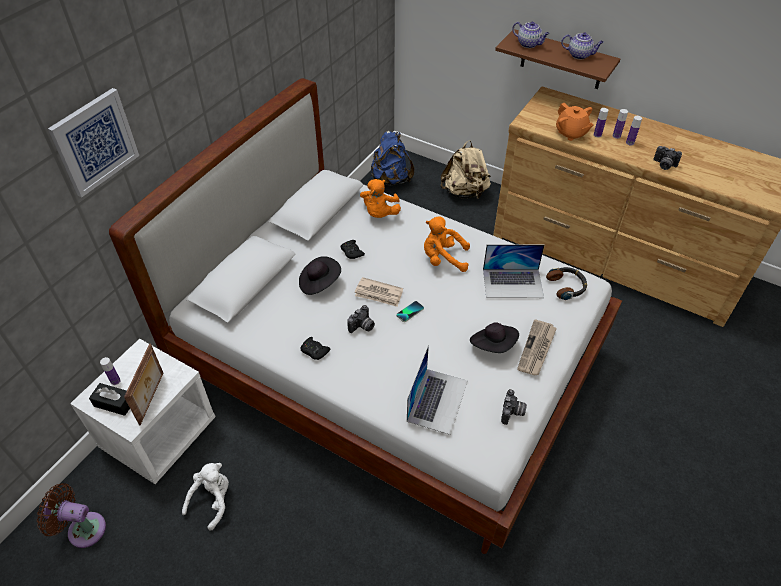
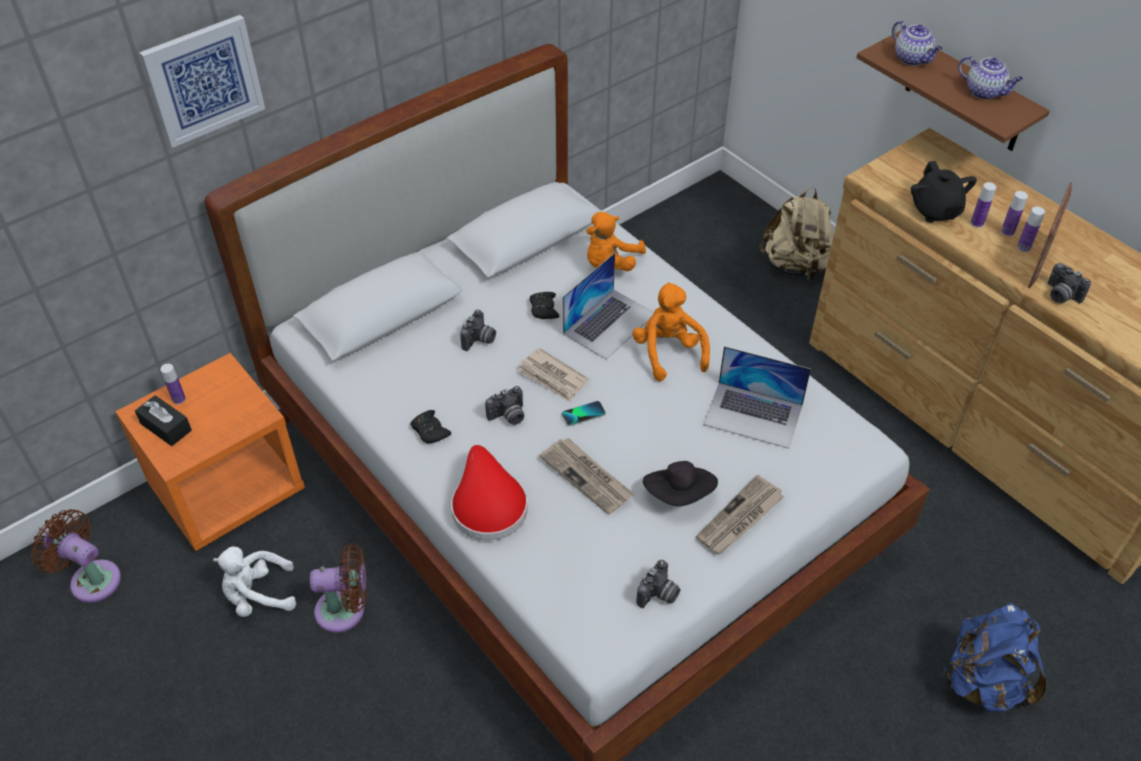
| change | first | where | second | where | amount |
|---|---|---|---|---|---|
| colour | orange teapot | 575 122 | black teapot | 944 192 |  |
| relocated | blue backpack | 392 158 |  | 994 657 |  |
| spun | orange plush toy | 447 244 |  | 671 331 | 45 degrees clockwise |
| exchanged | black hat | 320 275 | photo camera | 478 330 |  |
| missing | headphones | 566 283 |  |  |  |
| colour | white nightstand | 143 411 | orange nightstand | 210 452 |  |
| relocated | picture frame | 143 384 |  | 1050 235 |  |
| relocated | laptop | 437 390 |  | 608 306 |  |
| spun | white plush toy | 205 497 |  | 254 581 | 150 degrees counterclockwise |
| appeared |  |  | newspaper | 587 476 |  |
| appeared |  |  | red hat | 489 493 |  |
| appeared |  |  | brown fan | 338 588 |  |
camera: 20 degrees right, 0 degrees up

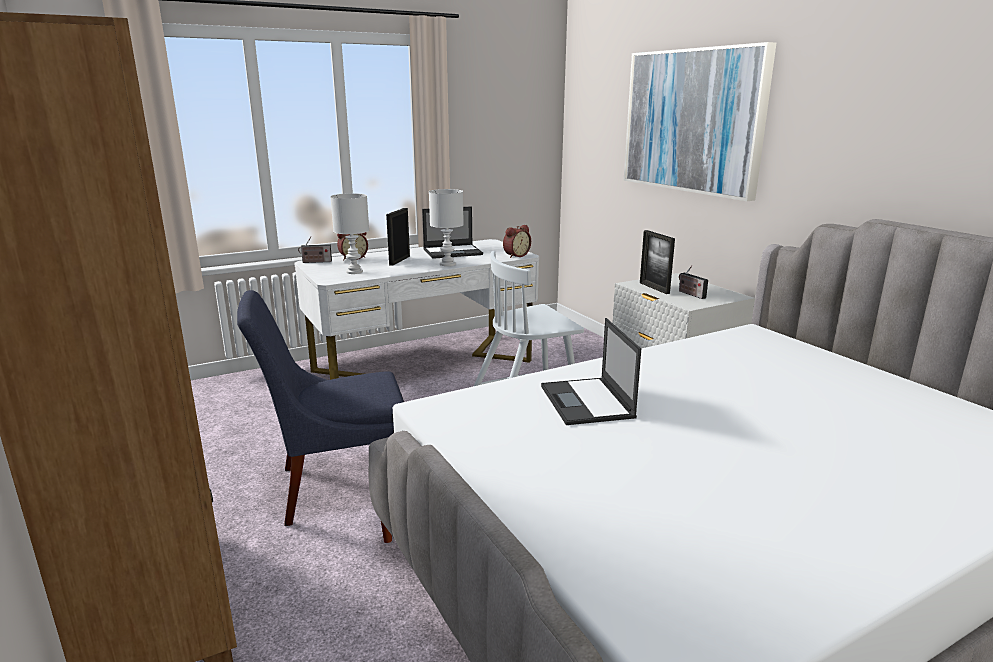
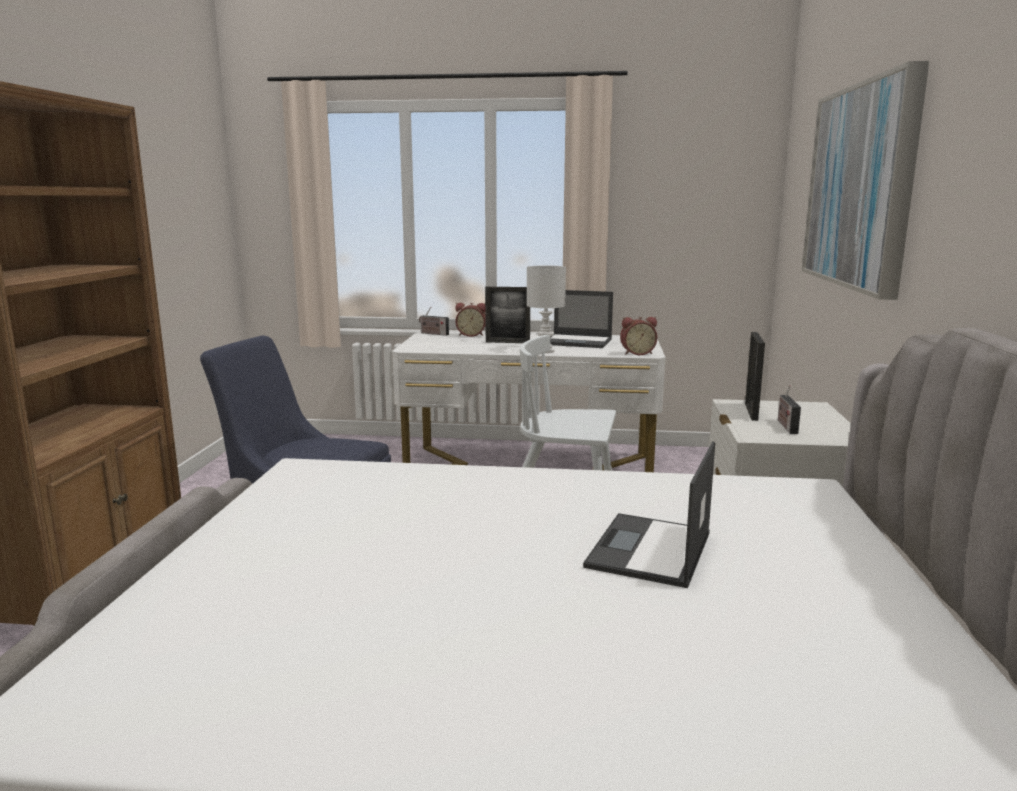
| change | first | where | second | where | amount |
|---|---|---|---|---|---|
| missing | white table lamp | 349 233 |  |  |  |
| spun | picture frame | 398 237 |  | 507 315 | 135 degrees counterclockwise |
| relocated | laptop | 591 371 |  | 649 514 |  |
camera: 35 degrees right, 5 degrees down

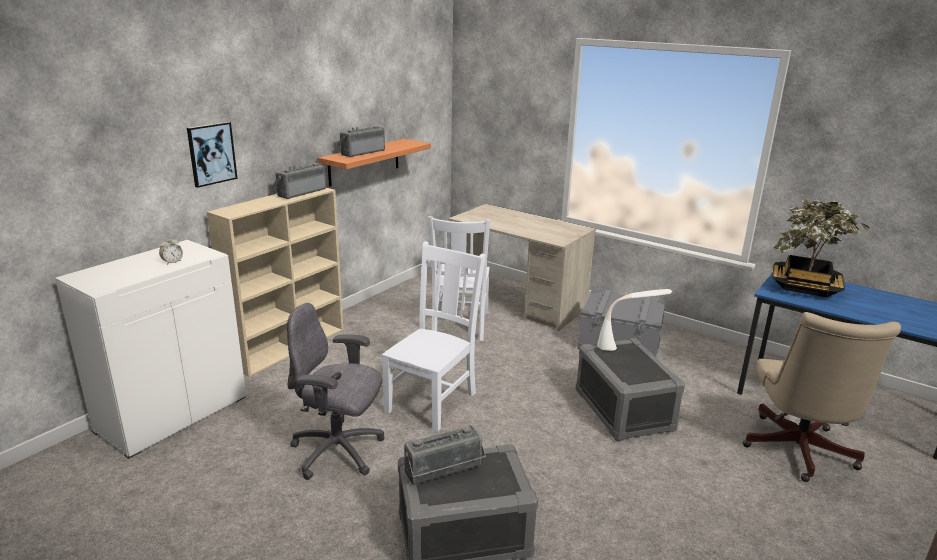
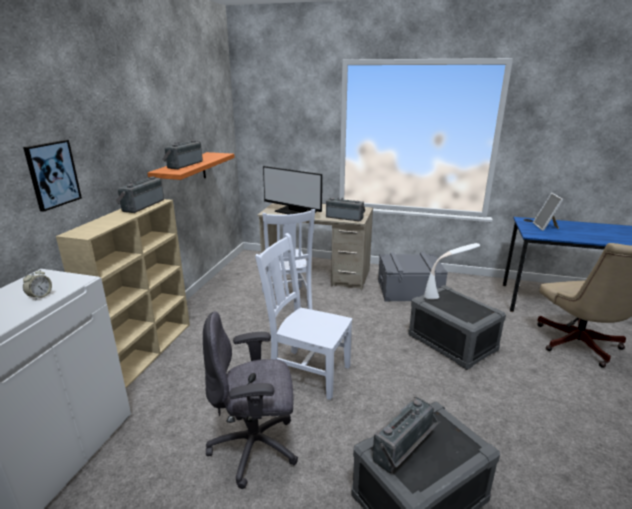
| change | first | where | second | where | amount |
|---|---|---|---|---|---|
| exchanged | potted plant | 820 248 | picture frame | 548 212 |  |
| spun | white chair | 434 336 |  | 304 316 | 75 degrees counterclockwise |
| appeared |  |  | monitor | 292 190 |  |
| appeared |  |  | radio | 345 209 |  |
camera: 20 degrees left, 0 degrees up

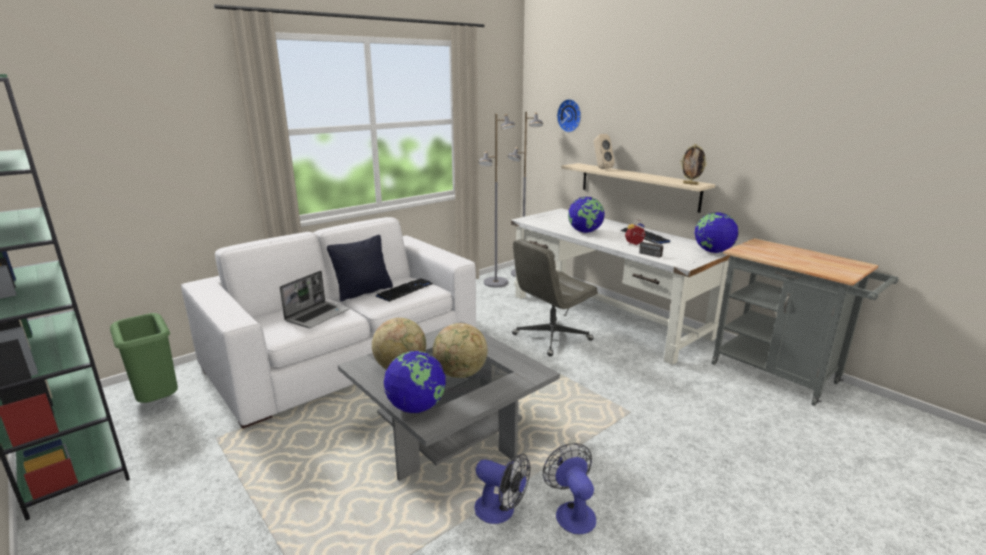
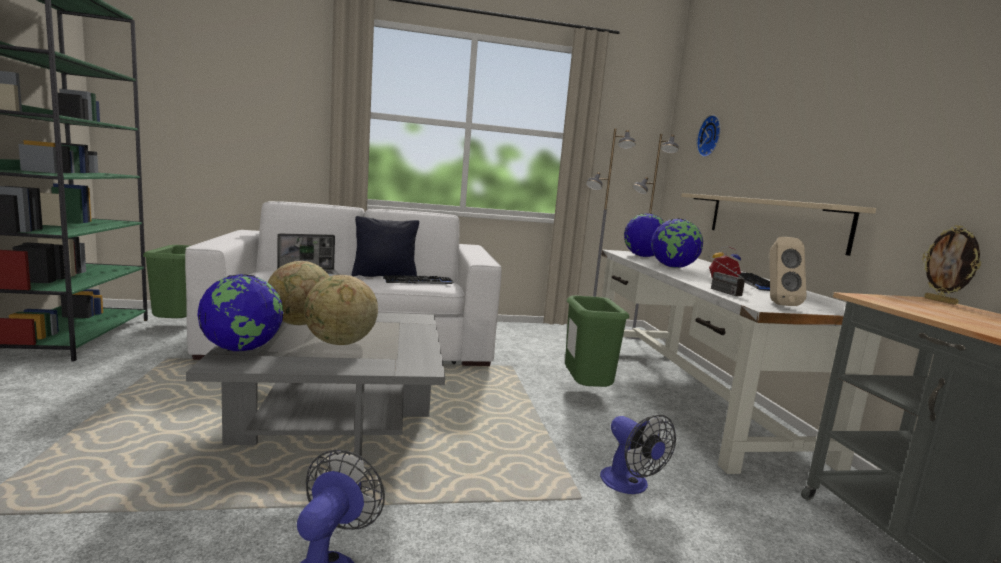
| change | first | where | second | where | amount |
|---|---|---|---|---|---|
| relocated | beige speaker | 604 151 |  | 788 271 |  |
| relocated | picture frame | 693 164 |  | 951 265 |  |
| relocated | globe | 716 232 |  | 644 235 |  |
| exchanged | grey office chair | 555 297 | green trash can | 597 341 |  |
| relocated | fan | 502 488 |  | 638 454 |  |
camera: 30 degrees right, 10 degrees down

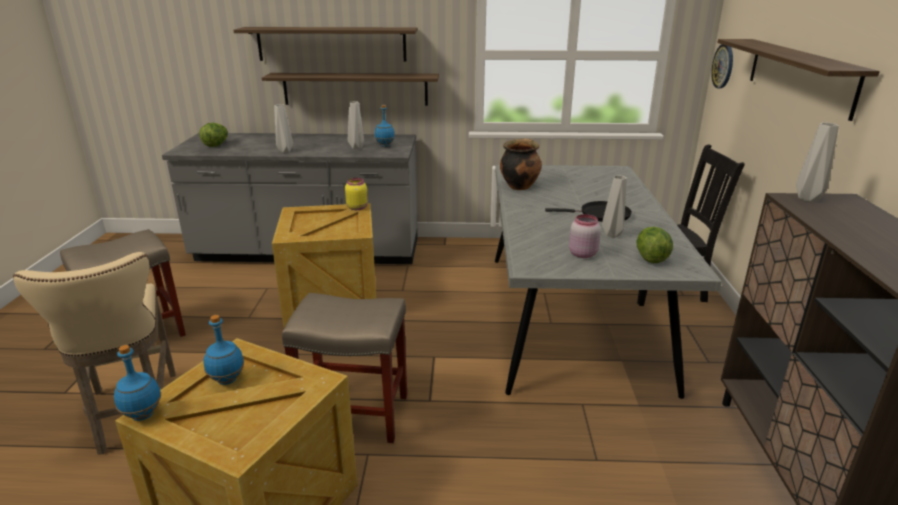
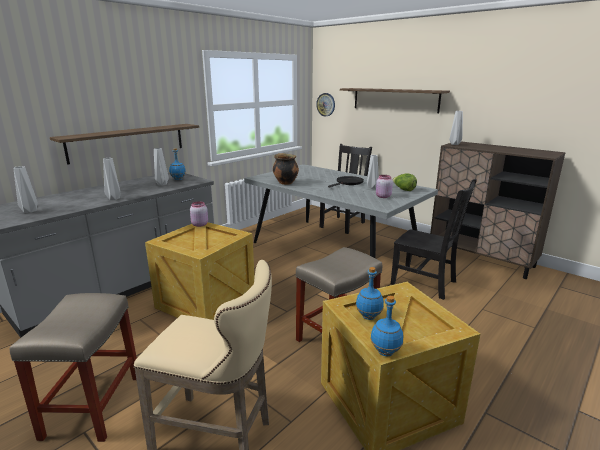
| change | first | where | second | where | amount |
|---|---|---|---|---|---|
| missing | shelf | 326 44 |  |  |  |
| exchanged | lettuce | 213 135 | grey vase | 26 189 |  |
| colour | yellow jar | 356 194 | pink jar | 199 214 |  |
| appeared |  |  | black chair | 434 239 |  |
camera: 50 degrees left, 5 degrees down

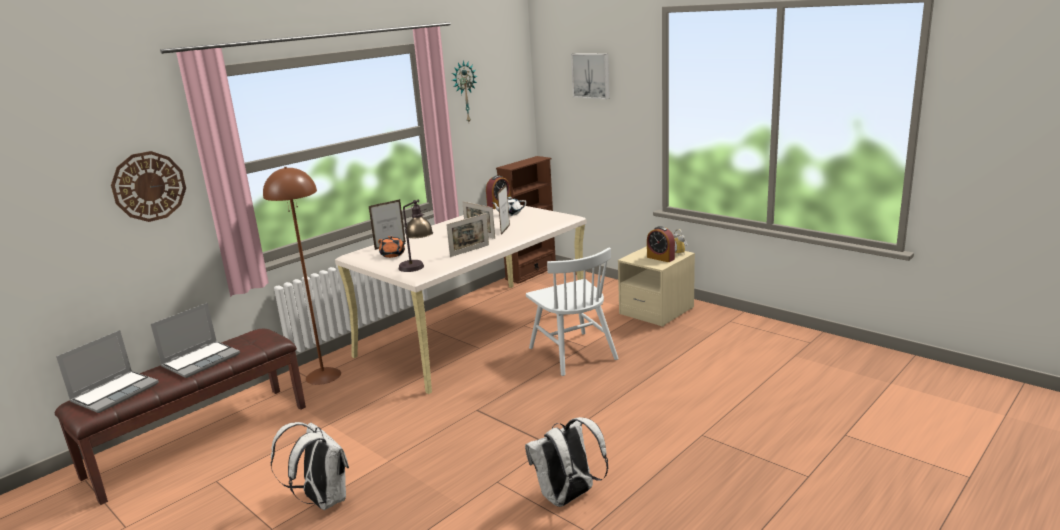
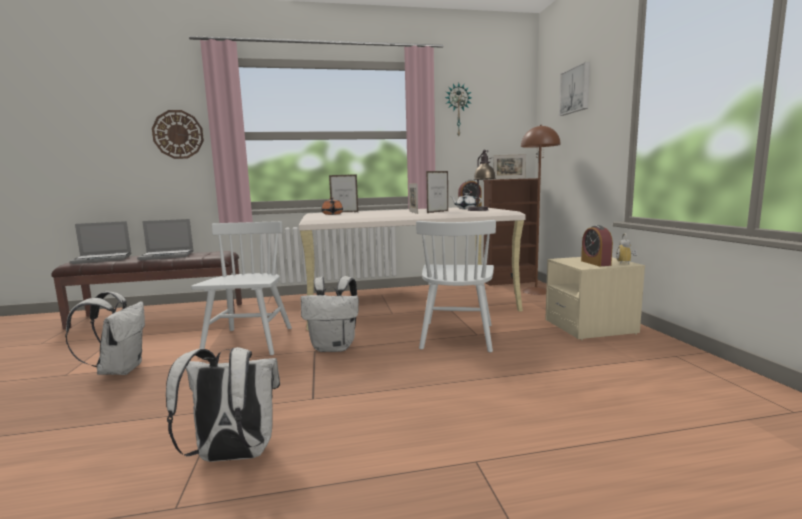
| change | first | where | second | where | amount |
|---|---|---|---|---|---|
| relocated | brown floor lamp | 302 276 |  | 540 210 |  |
| relocated | table lamp | 416 236 |  | 482 180 |  |
| relocated | picture frame | 467 235 |  | 509 166 |  |
| appeared |  |  | white chair | 241 288 |  |
| appeared |  |  | white backpack | 330 314 |  |
camera: 35 degrees right, 10 degrees down

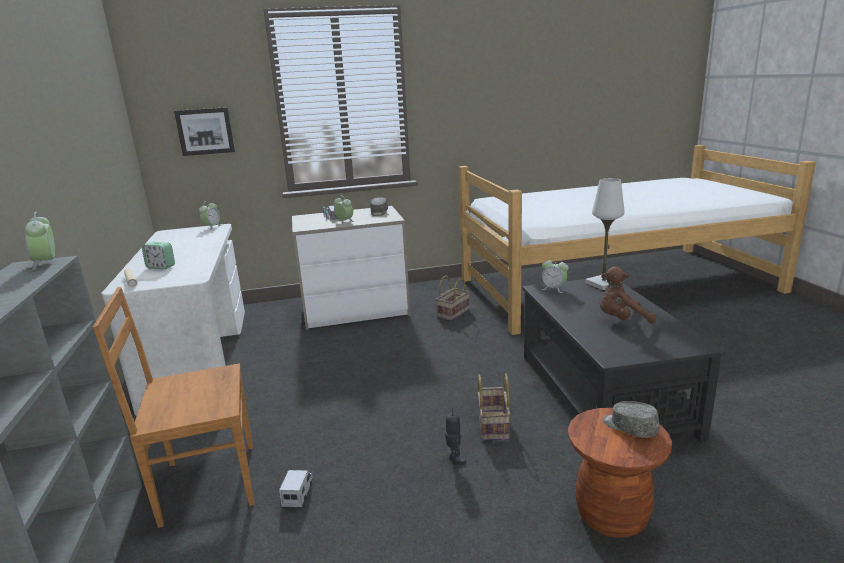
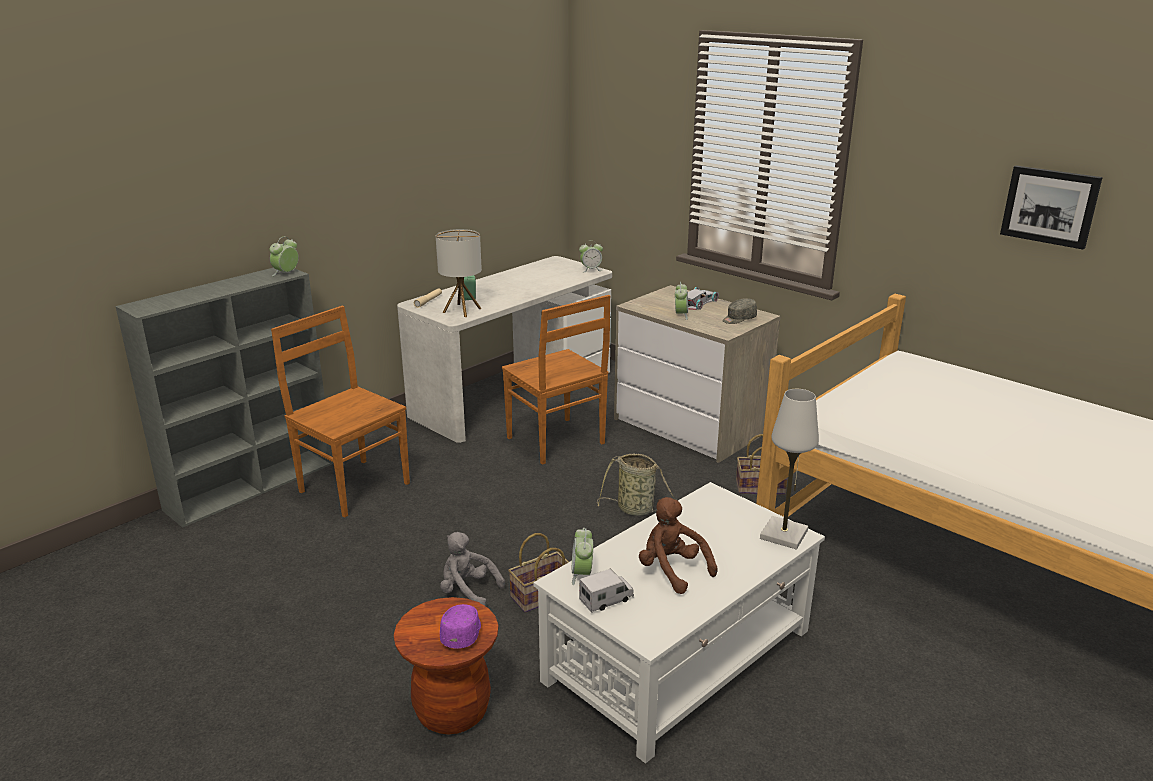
| change | first | where | second | where | amount |
|---|---|---|---|---|---|
| relocated | picture | 204 131 |  | 1051 208 |  |
| relocated | alarm clock | 555 275 |  | 582 556 |  |
| colour | black coffee table | 624 360 | white coffee table | 679 623 |  |
| colour | grey cap | 630 419 | purple cap | 460 626 |  |
| exchanged | toy robot | 455 436 | grey plush toy | 472 569 |  |
| relocated | toy truck | 296 488 |  | 606 591 |  |
| appeared |  |  | table lamp | 459 273 |  |
| appeared |  |  | brown chair | 556 380 |  |
| appeared |  |  | basket | 636 485 |  |
camera: 55 degrees right, 5 degrees up

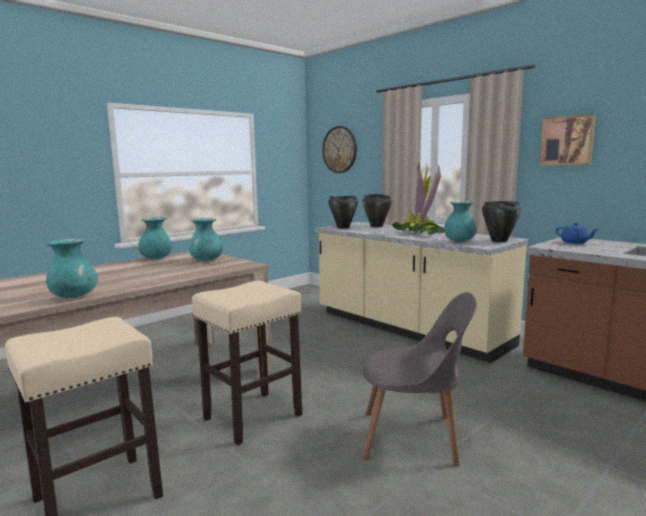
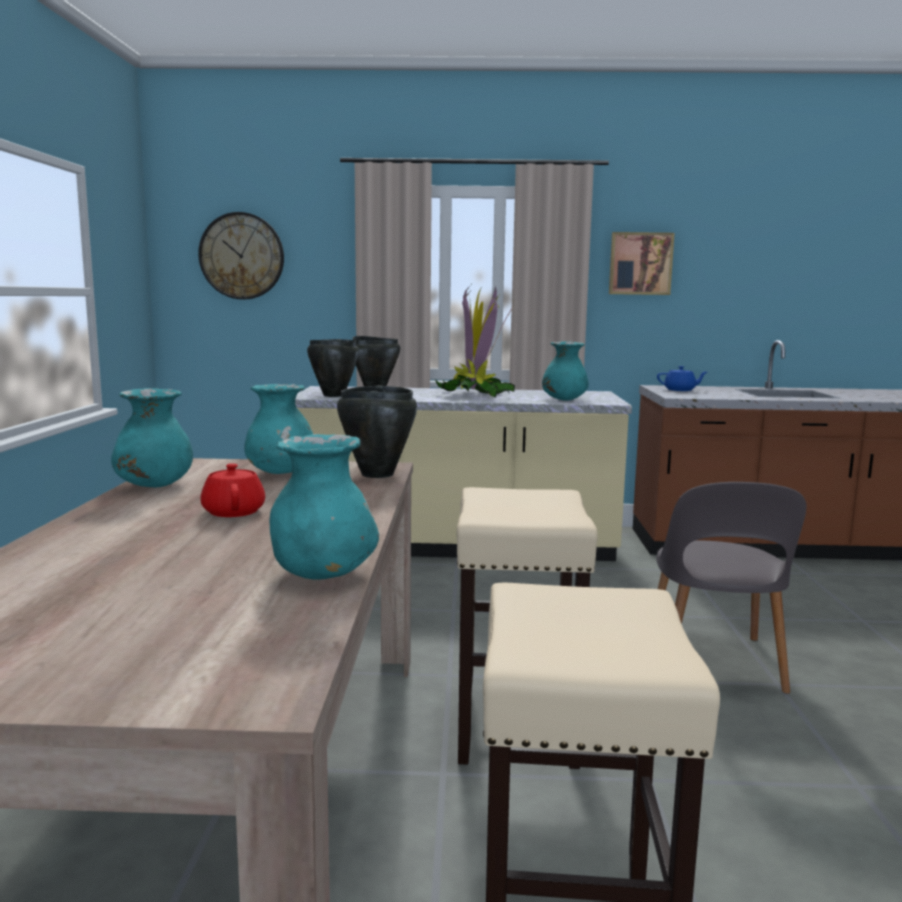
| change | first | where | second | where | amount |
|---|---|---|---|---|---|
| relocated | black cooking pot | 501 221 |  | 377 431 |  |
| spun | grey chair | 419 379 |  | 731 588 | 135 degrees clockwise |
| appeared |  |  | red teapot | 232 490 |  |
camera: 45 degrees left, 0 degrees up

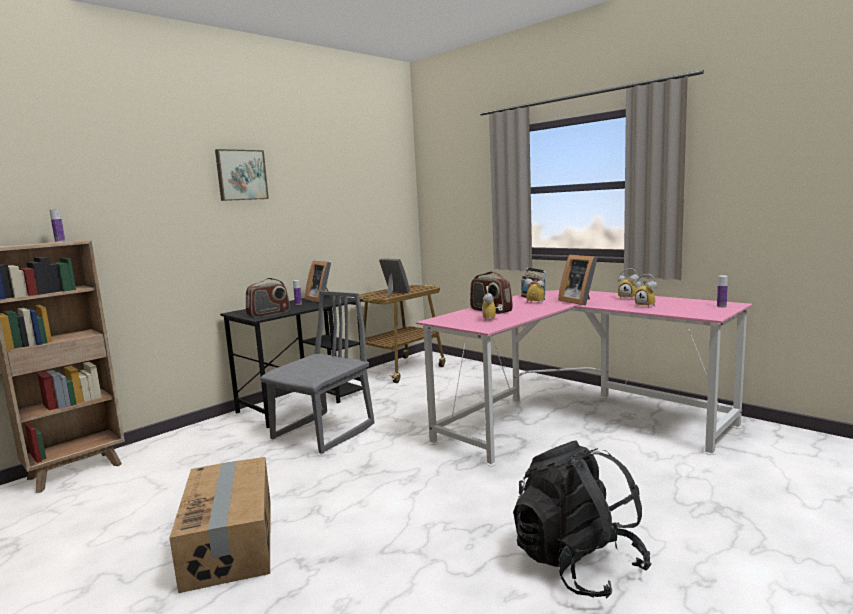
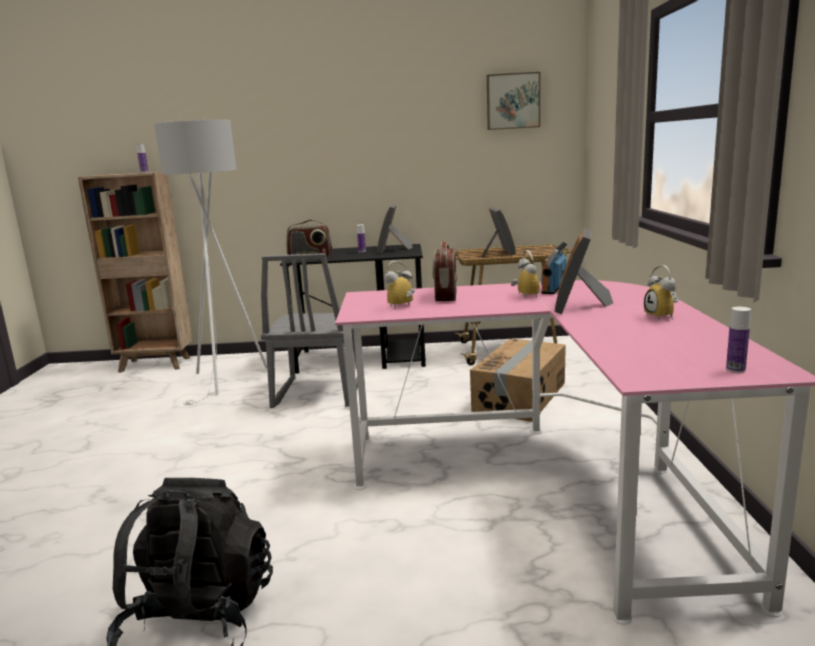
| change | first | where | second | where | amount |
|---|---|---|---|---|---|
| relocated | picture | 242 175 |  | 514 101 |  |
| missing | alarm clock | 646 291 |  |  |  |
| spun | grey chair | 317 372 |  | 309 330 | 105 degrees clockwise |
| relocated | cardboard box | 220 525 |  | 518 380 |  |
| appeared |  |  | white floor lamp | 210 262 |  |
camera: 45 degrees right, 5 degrees up

